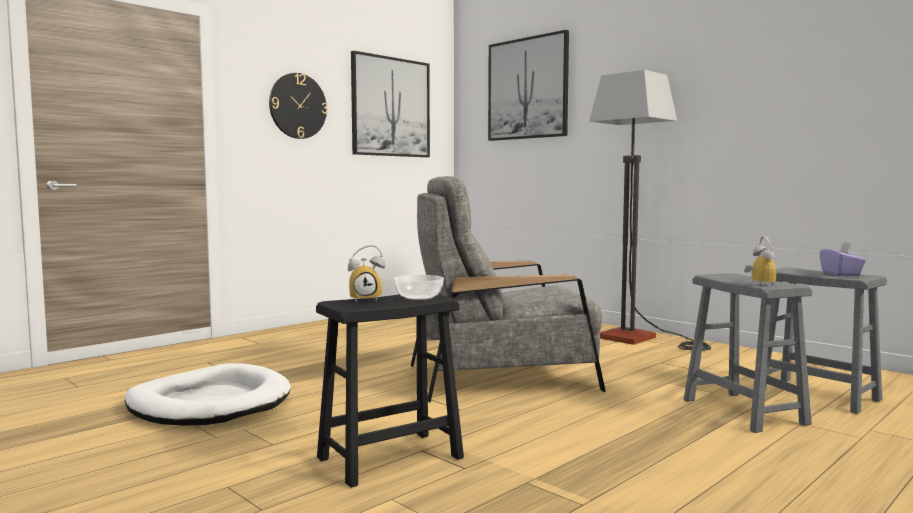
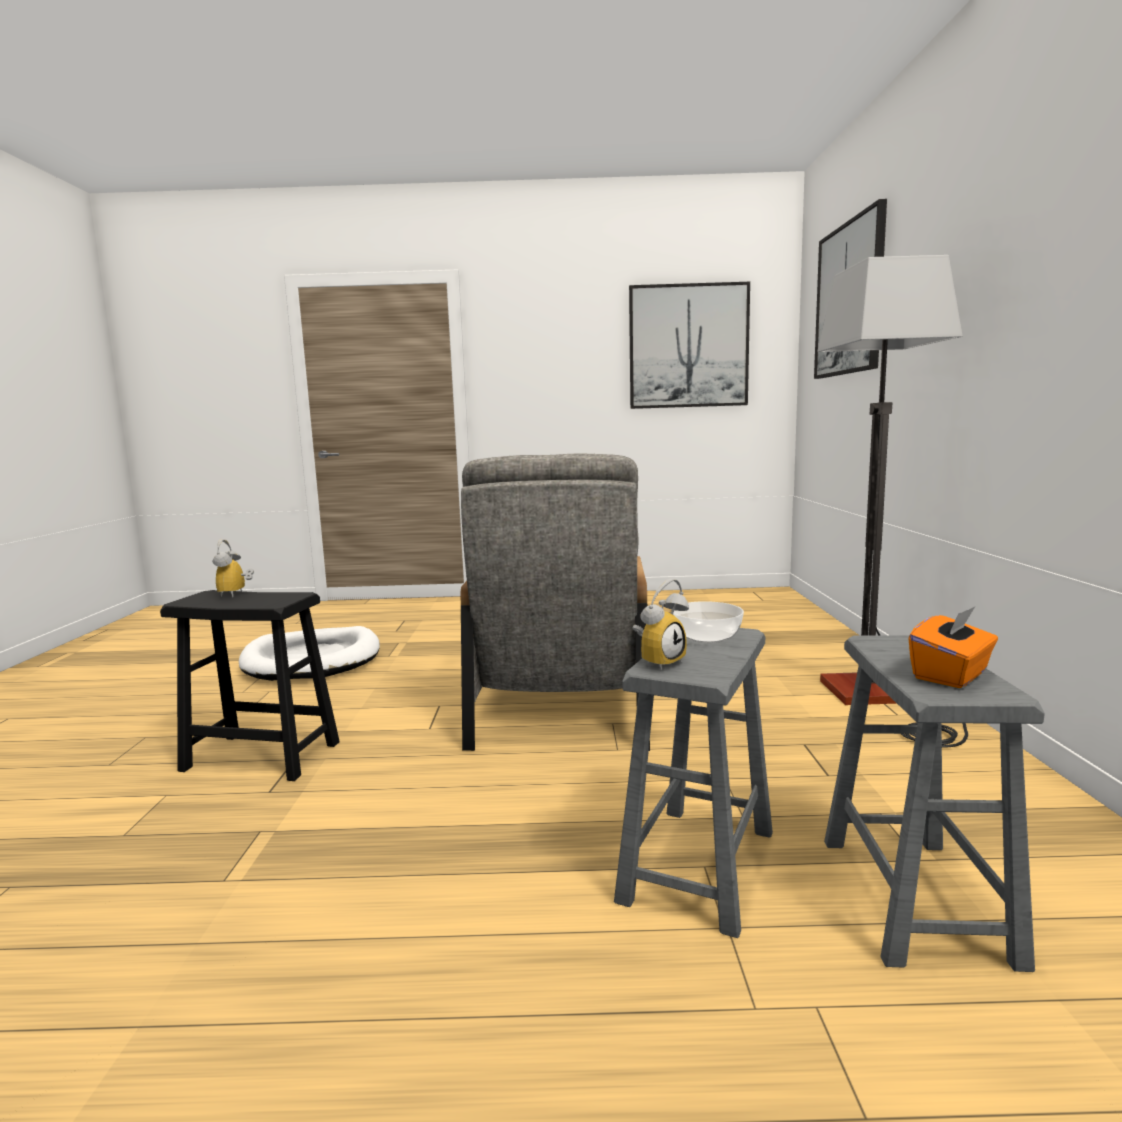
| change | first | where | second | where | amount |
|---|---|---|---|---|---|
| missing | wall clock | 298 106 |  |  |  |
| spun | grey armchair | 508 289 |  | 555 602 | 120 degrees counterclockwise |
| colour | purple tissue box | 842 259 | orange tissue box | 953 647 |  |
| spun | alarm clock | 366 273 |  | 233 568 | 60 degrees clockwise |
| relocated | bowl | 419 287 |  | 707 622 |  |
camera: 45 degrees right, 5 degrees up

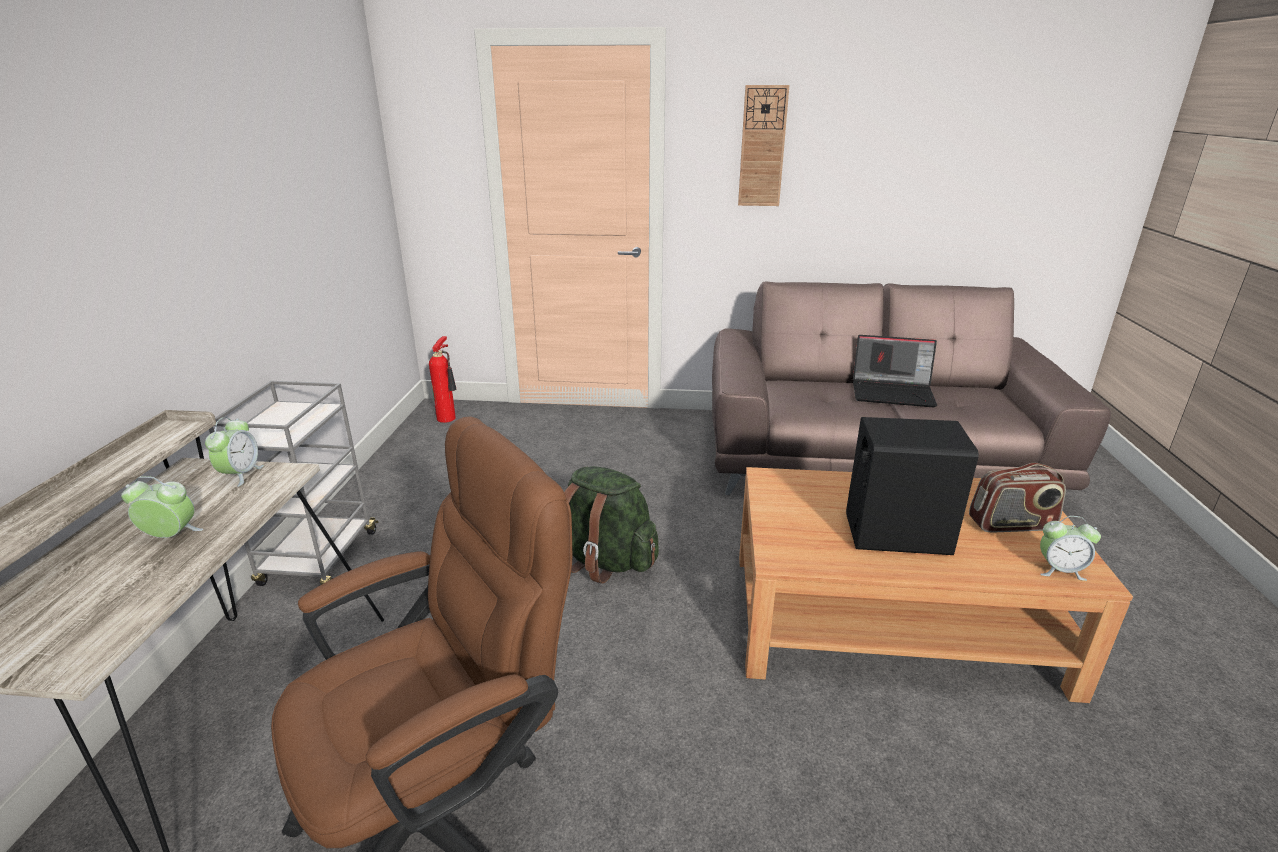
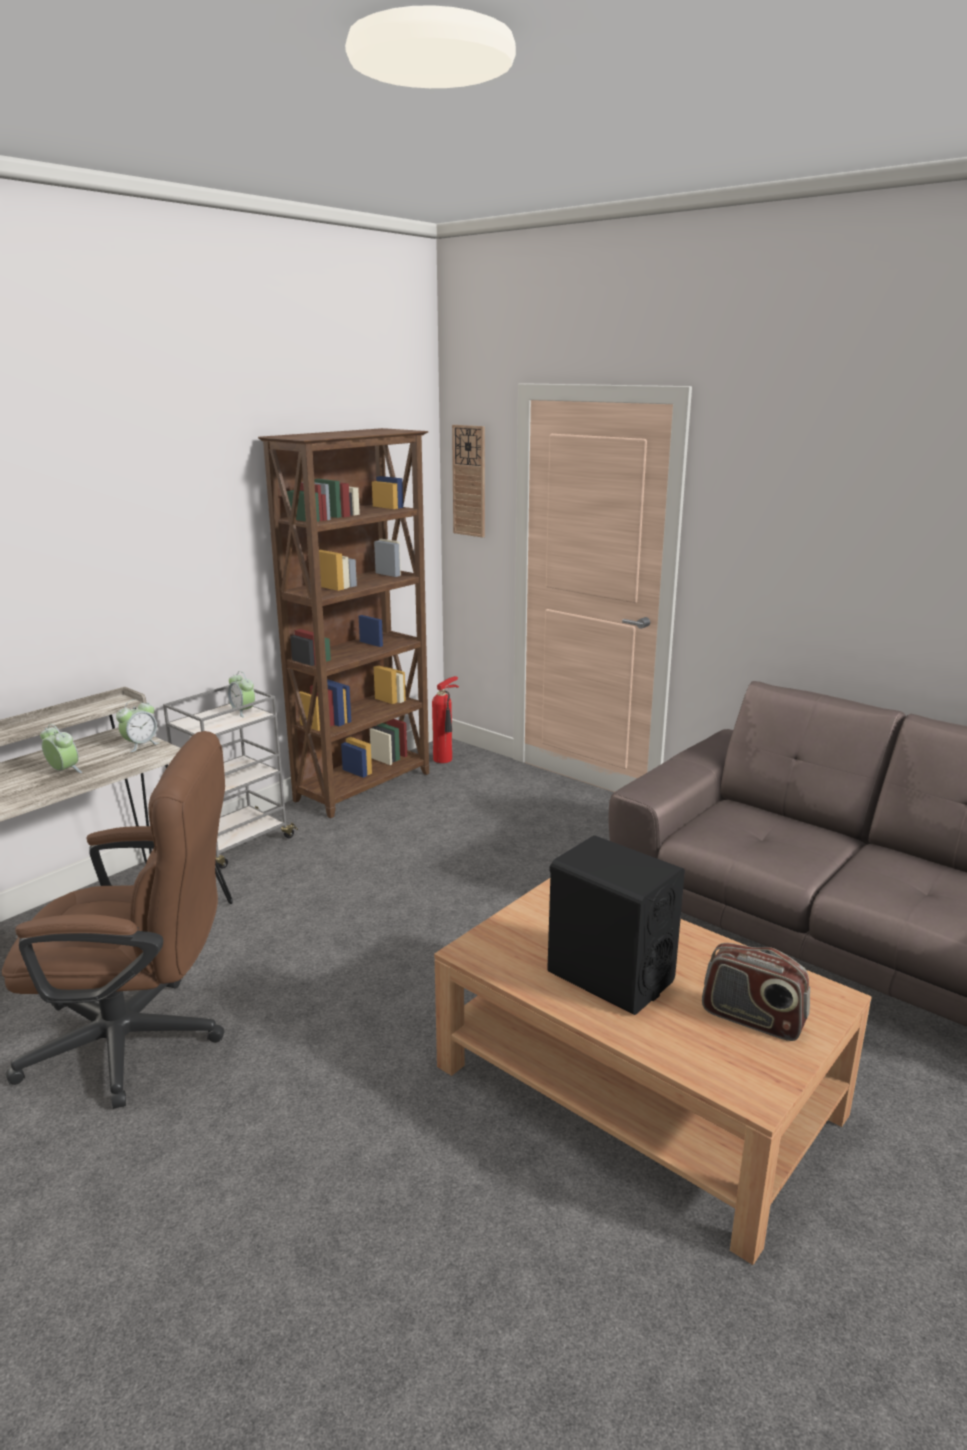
| change | first | where | second | where | amount |
|---|---|---|---|---|---|
| relocated | wall clock | 764 145 |  | 468 481 |  |
| missing | laptop | 895 371 |  |  |  |
| missing | green backpack | 611 525 |  |  |  |
| relocated | alarm clock | 1070 548 |  | 241 694 |  |
| appeared |  |  | brown bookcase | 343 623 |  |
camera: 35 degrees right, 5 degrees down

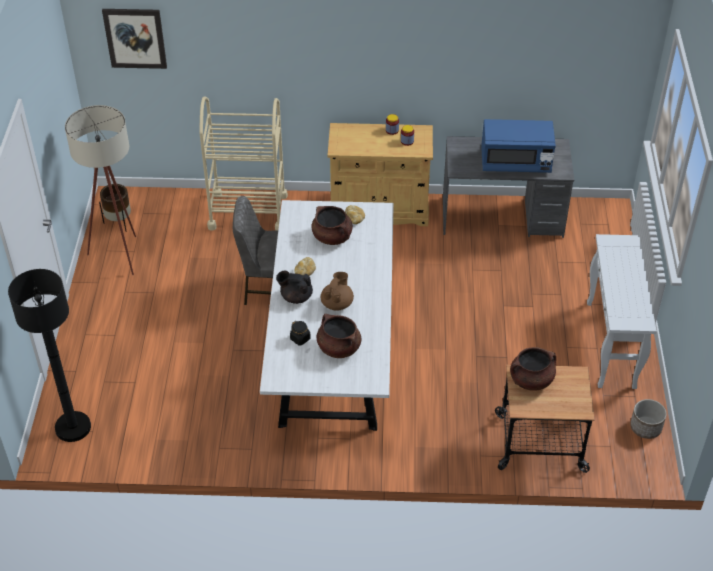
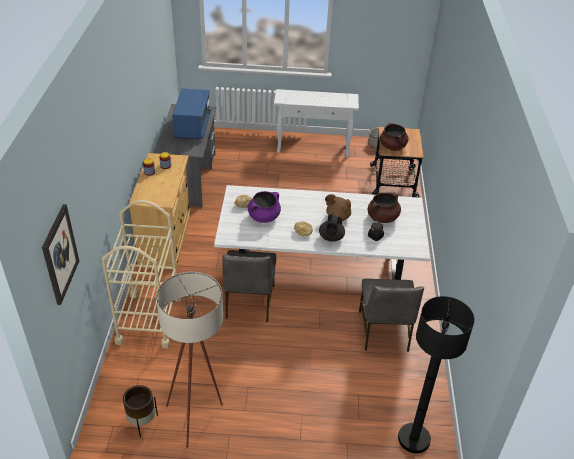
| change | first | where | second | where | amount |
|---|---|---|---|---|---|
| colour | brown cooking pot | 332 225 | purple cooking pot | 264 207 |  |
| appeared |  |  | grey chair | 391 315 |  |
camera: 90 degrees left, 5 degrees down

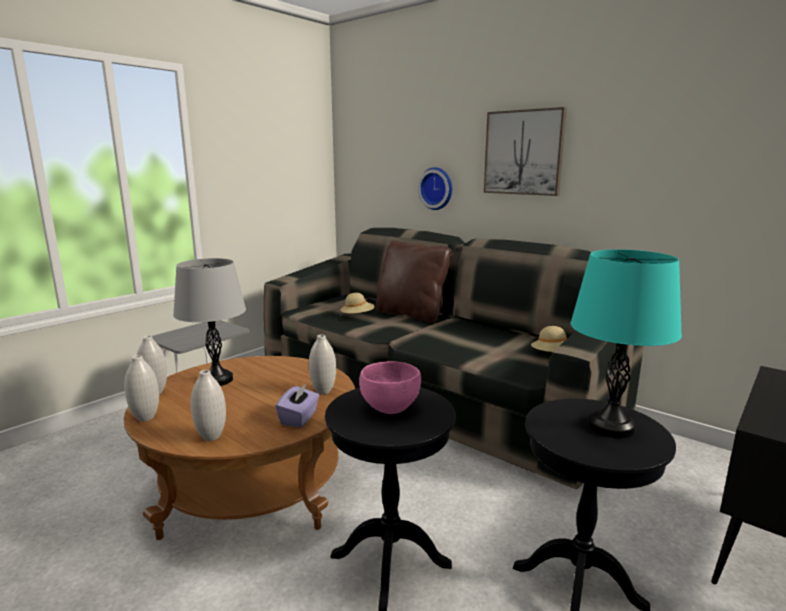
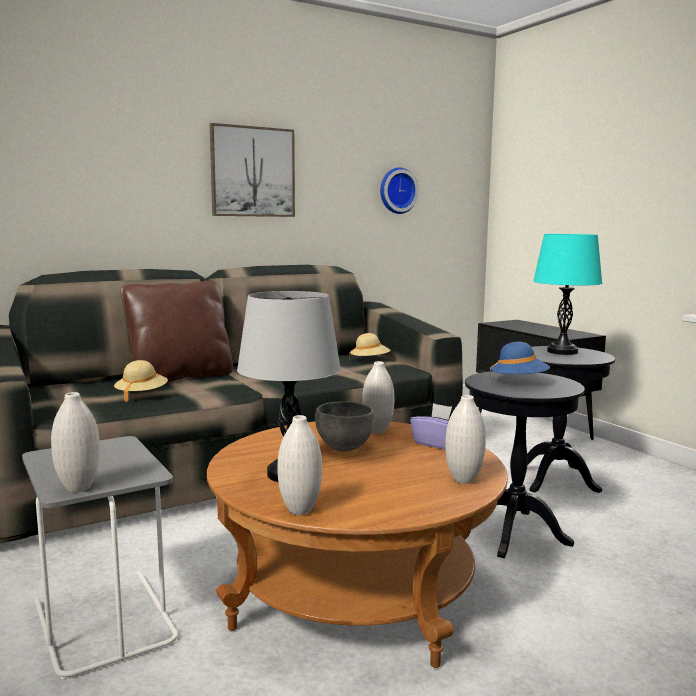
| change | first | where | second | where | amount |
|---|---|---|---|---|---|
| relocated | wall clock | 435 188 |  | 399 190 |  |
| relocated | white vase | 141 388 |  | 75 442 |  |
| exchanged | pink bowl | 390 387 | blue hat | 519 361 |  |
| appeared |  |  | grey bowl | 345 426 |  |
camera: 70 degrees left, 5 degrees down

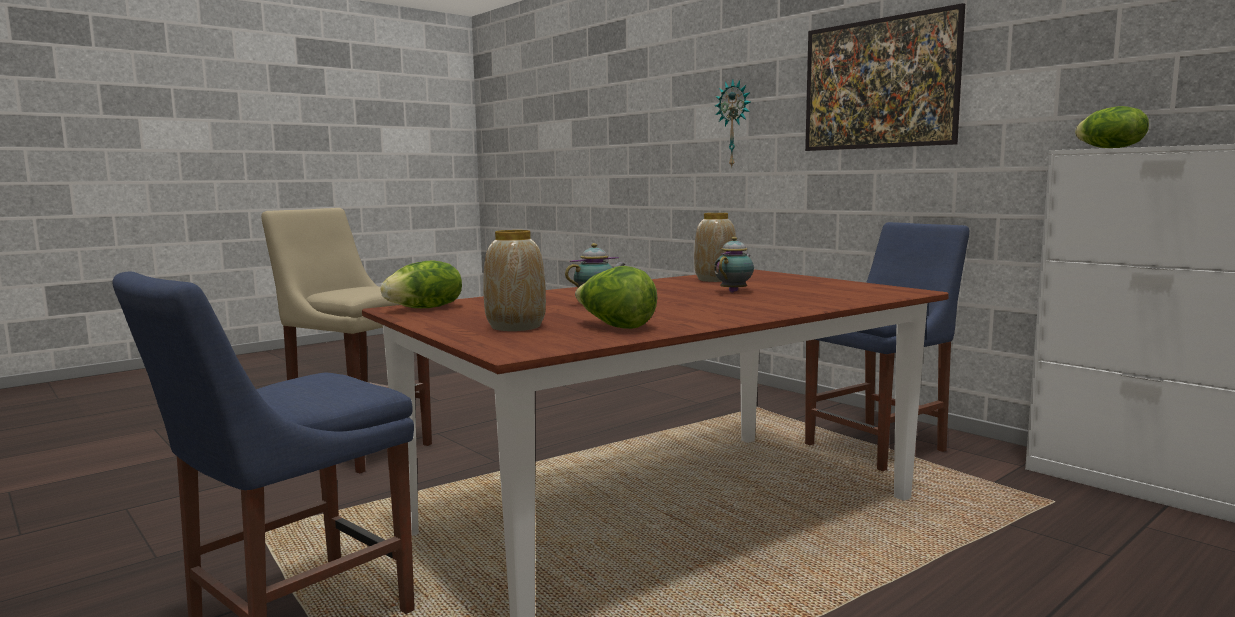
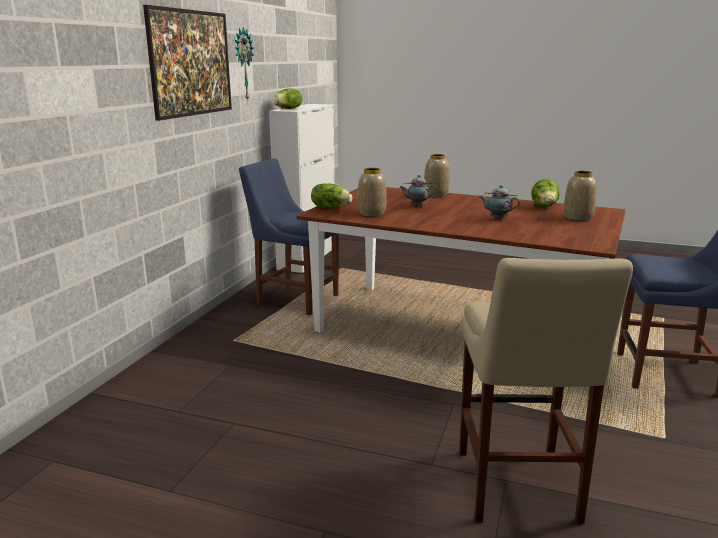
| change | first | where | second | where | amount |
|---|---|---|---|---|---|
| relocated | wall clock | 733 123 |  | 244 64 |  |
| relocated | lettuce | 421 284 |  | 331 196 |  |
| appeared |  |  | vase | 437 175 |  |
camera: 120 degrees left, 10 degrees up

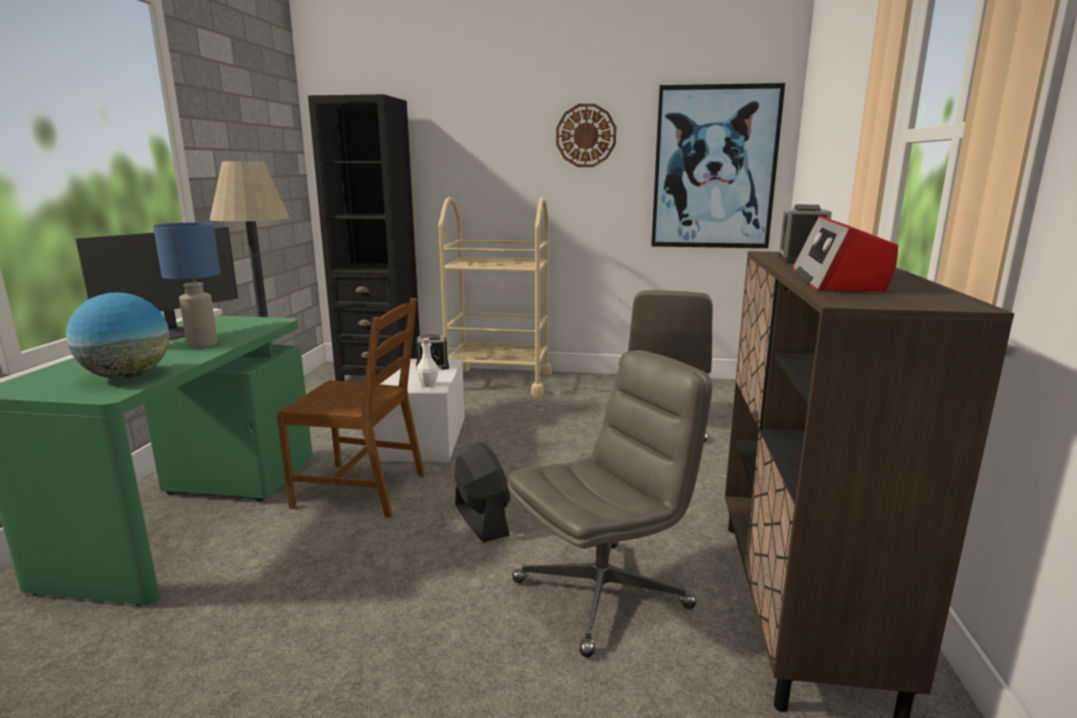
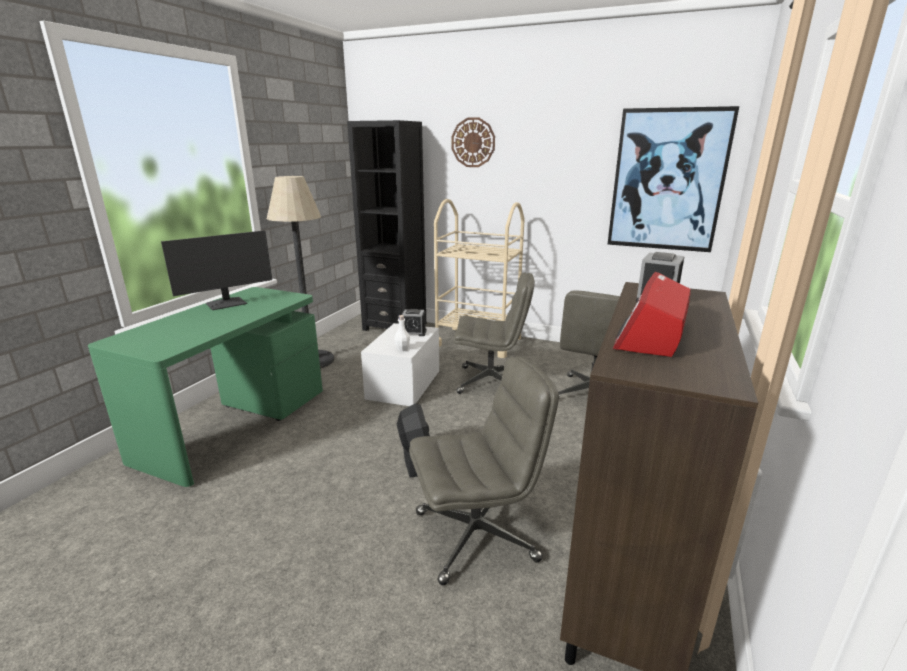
| change | first | where | second | where | amount |
|---|---|---|---|---|---|
| relocated | wall clock | 586 135 |  | 473 142 |  |
| missing | blue table lamp | 187 285 |  |  |  |
| missing | globe | 117 335 |  |  |  |
| missing | brown chair | 351 408 |  |  |  |
| appeared |  |  | grey office chair | 494 333 |  |
camera: 15 degrees right, 5 degrees up

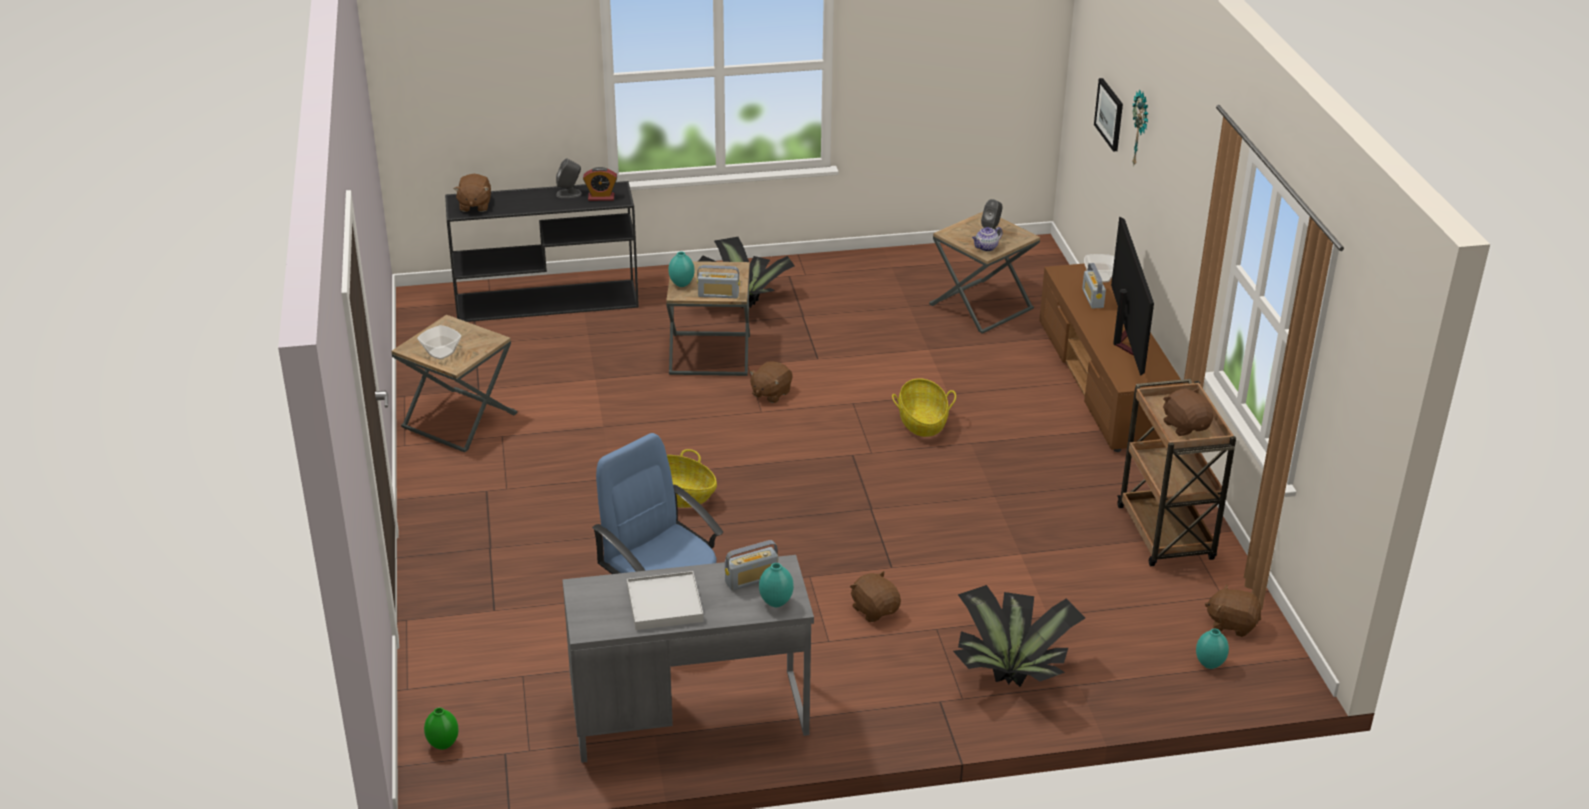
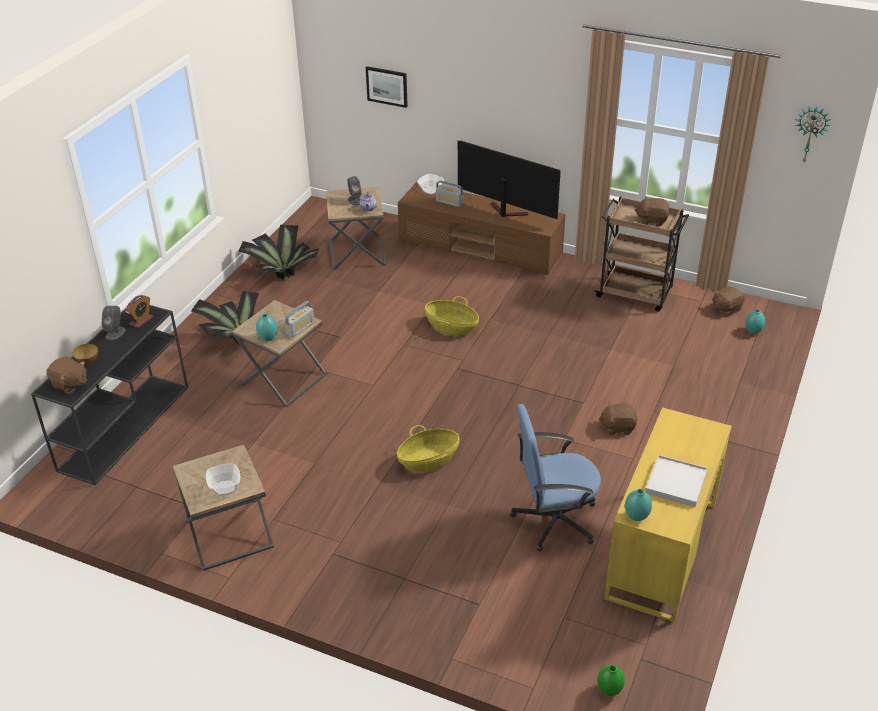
| change | first | where | second | where | amount |
|---|---|---|---|---|---|
| relocated | wall clock | 1140 126 |  | 813 134 |  |
| missing | brown plush toy | 771 382 |  |  |  |
| missing | radio | 752 565 |  |  |  |
| colour | grey desk | 688 659 | yellow desk | 668 514 |  |
| relocated | turquoise vase | 776 585 |  | 638 505 |  |
| relocated | potted plant | 1019 636 |  | 278 252 |  |
| appeared |  |  | bowl | 85 354 |  |
camera: 55 degrees left, 5 degrees up

